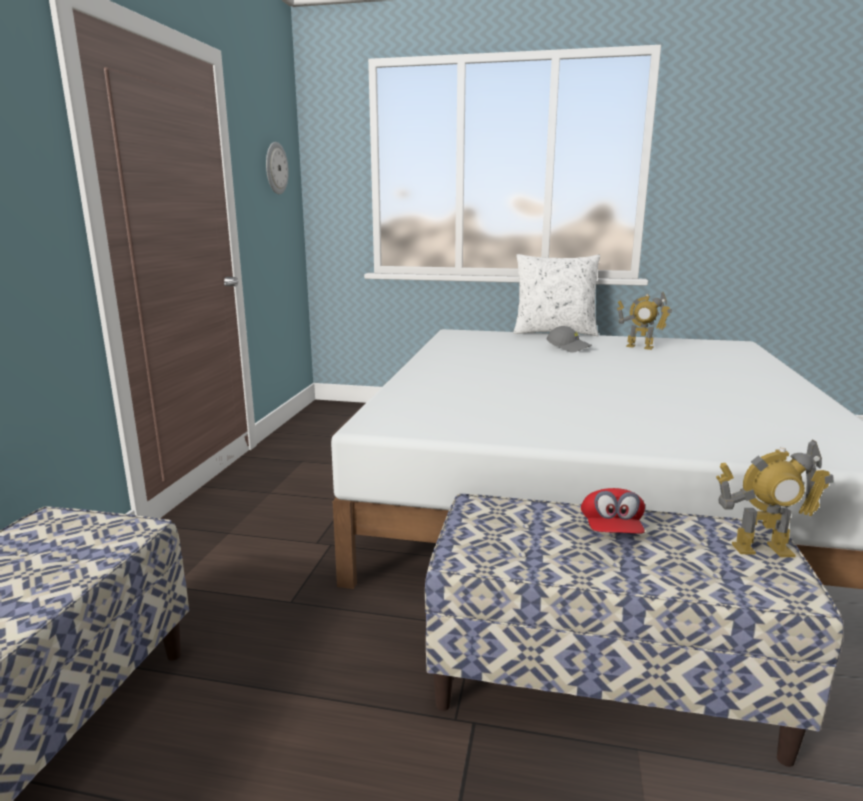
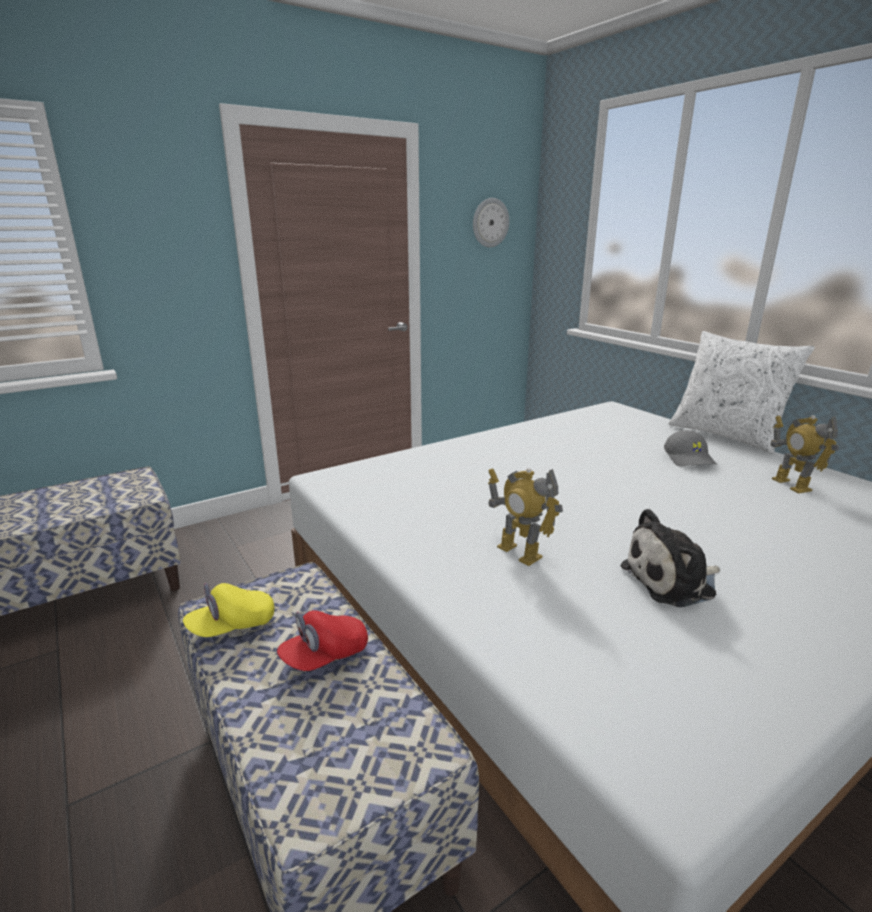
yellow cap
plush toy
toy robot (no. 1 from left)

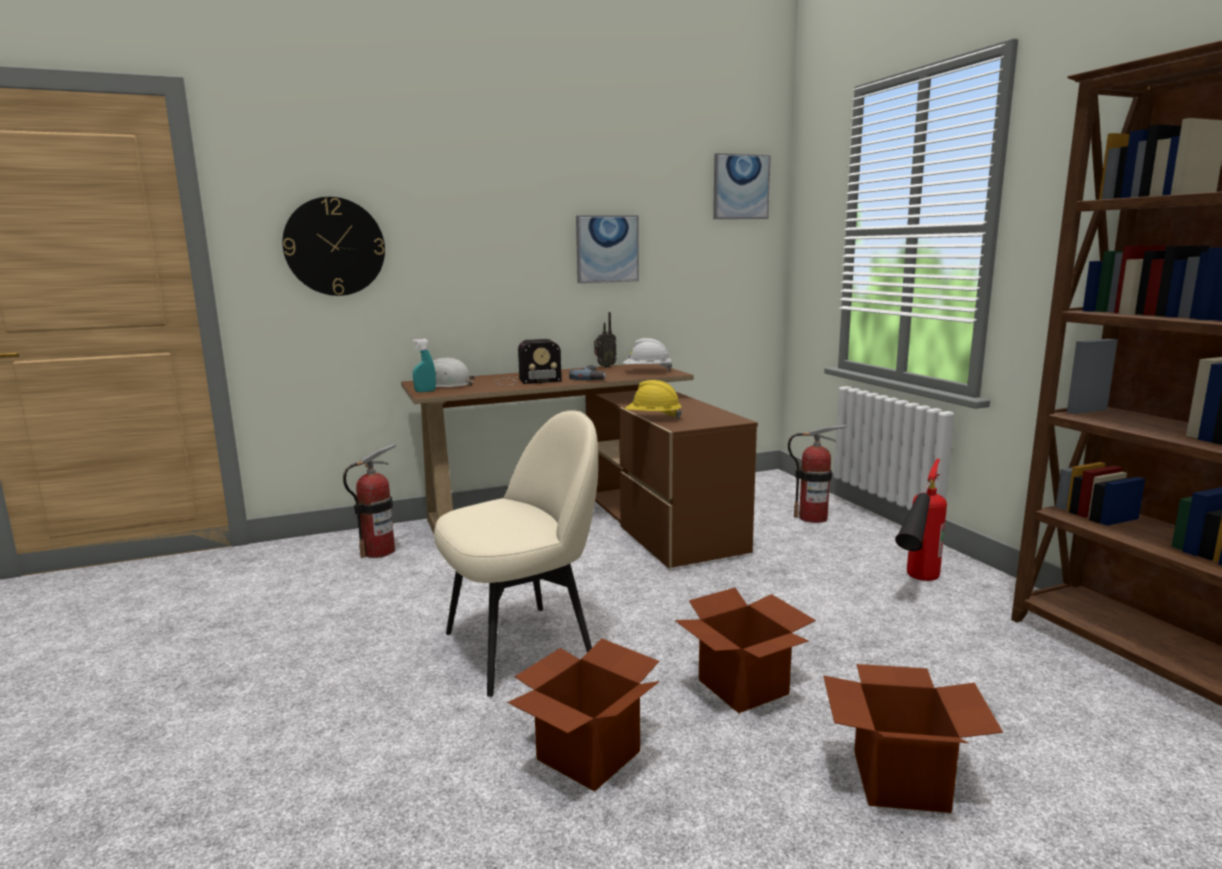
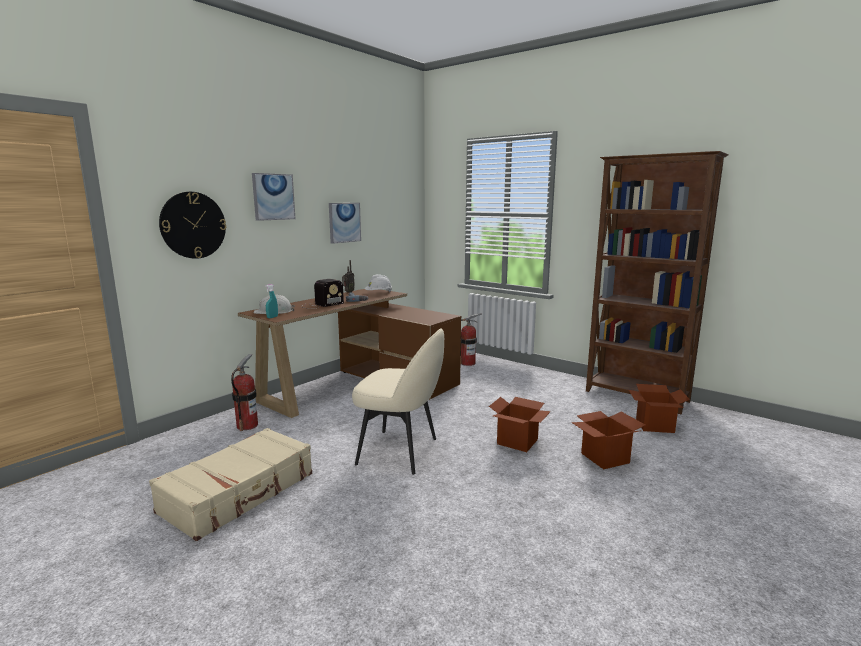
yellow hard hat
fire extinguisher (no. 3 from left in the first image)
beige suitcase
cardboard box (no. 3 from left)
picture (no. 1 from left)
beige chair

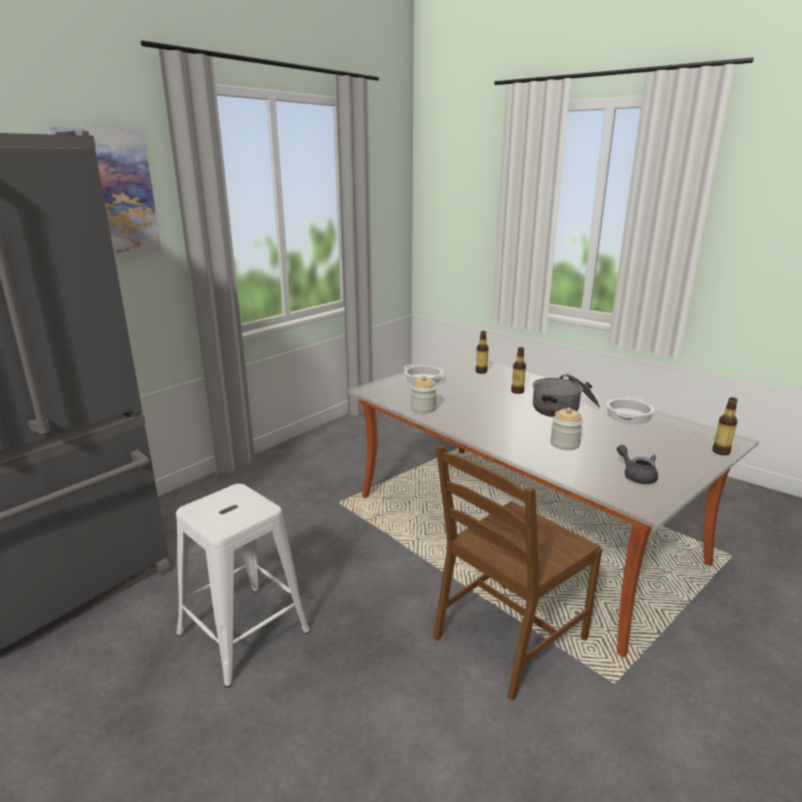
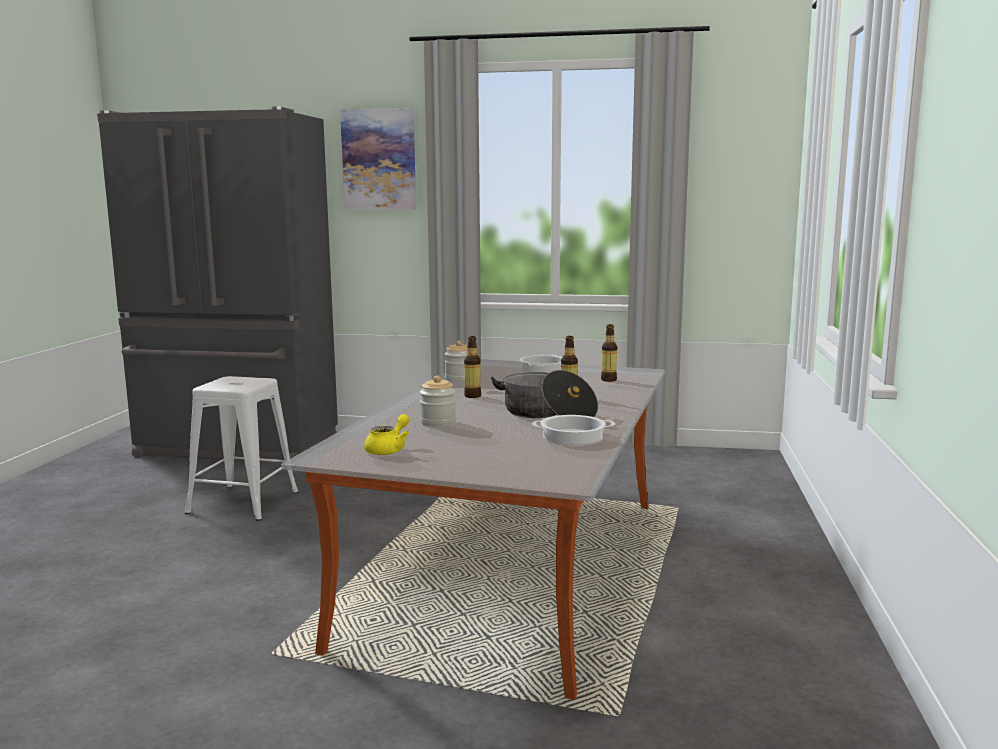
brown chair
bottle (no. 1 from left)
yellow teapot

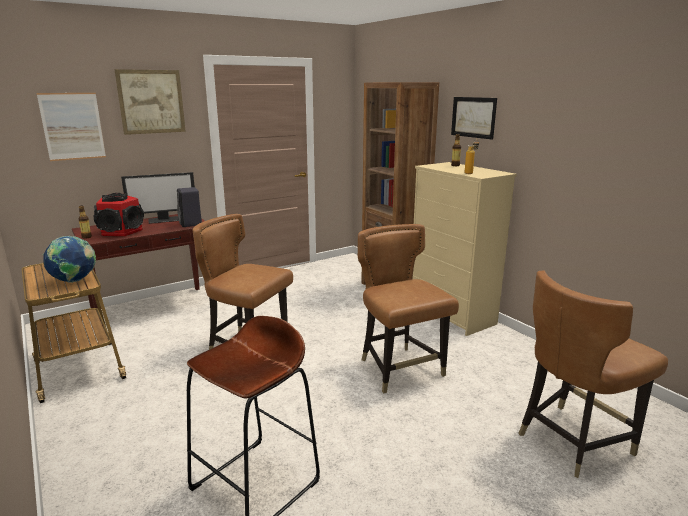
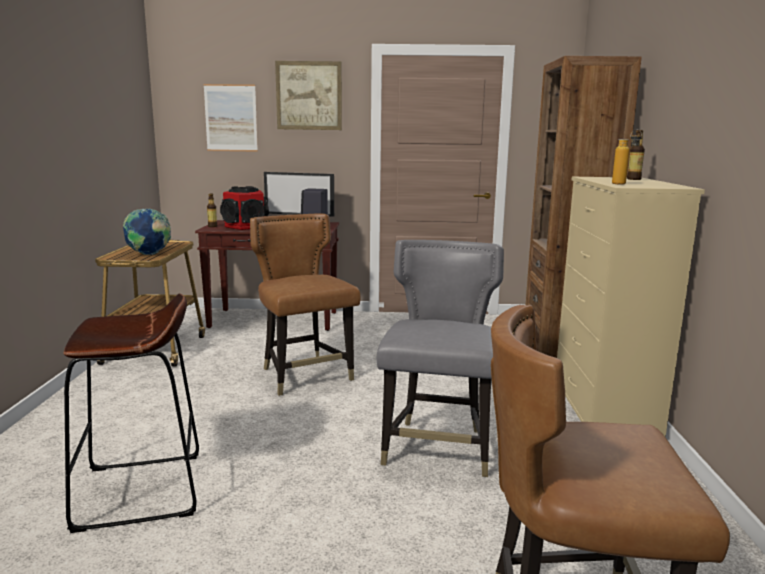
picture (no. 3 from left in the first image)
grey chair

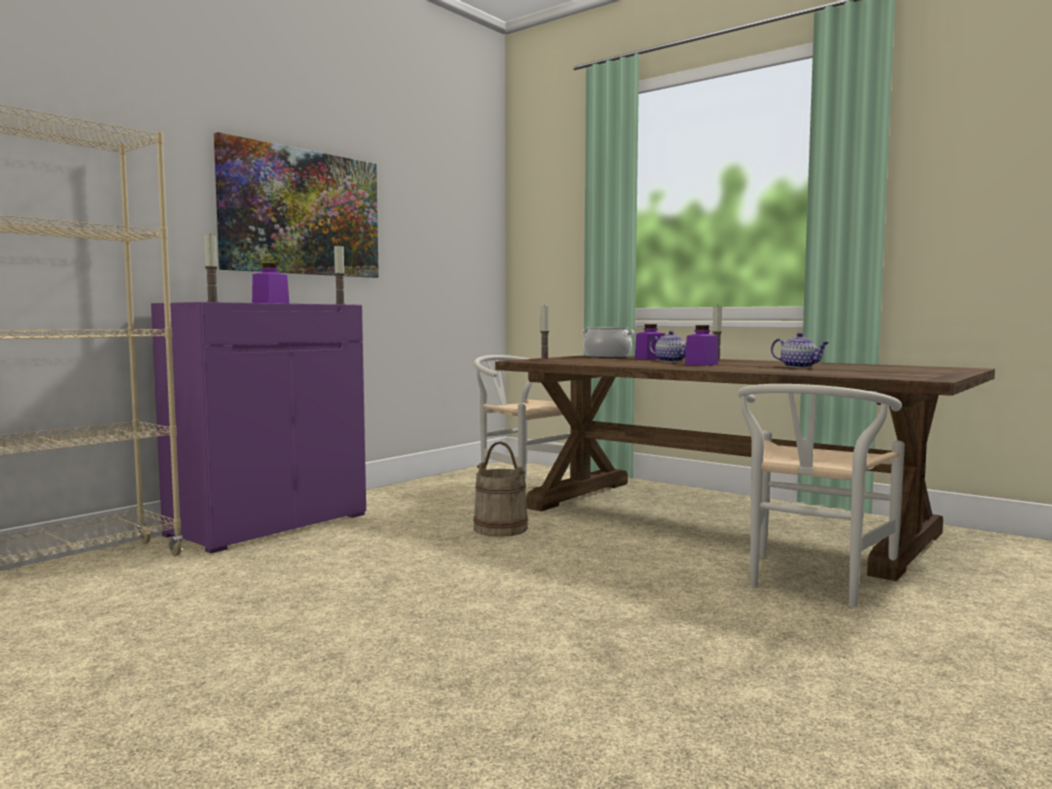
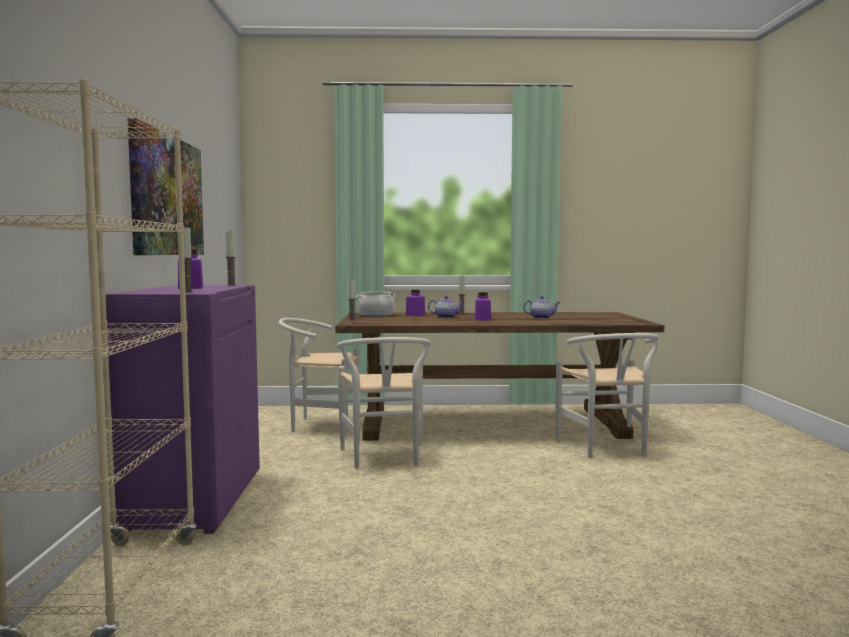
white chair (no. 2 from left)

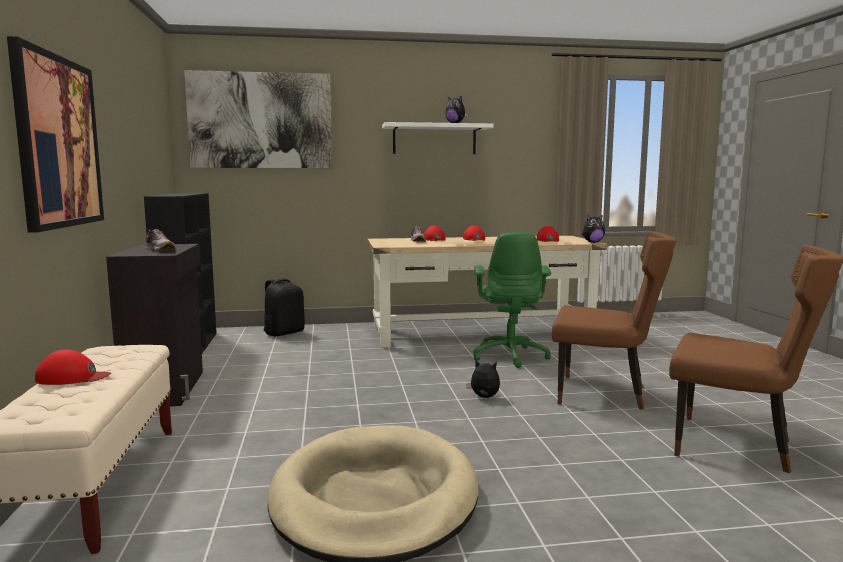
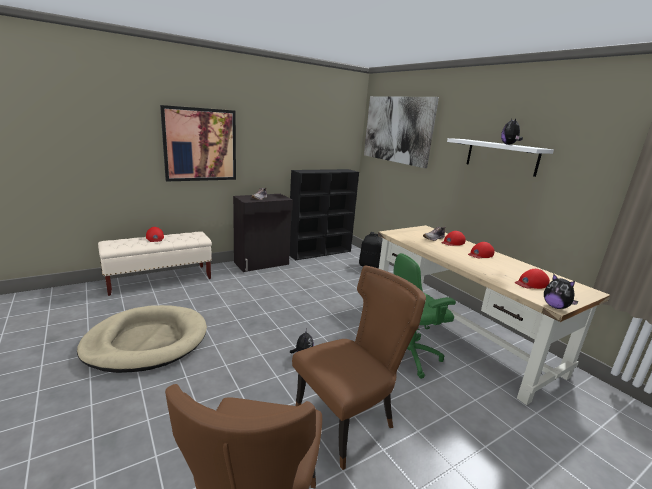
brown chair (no. 2 from left)

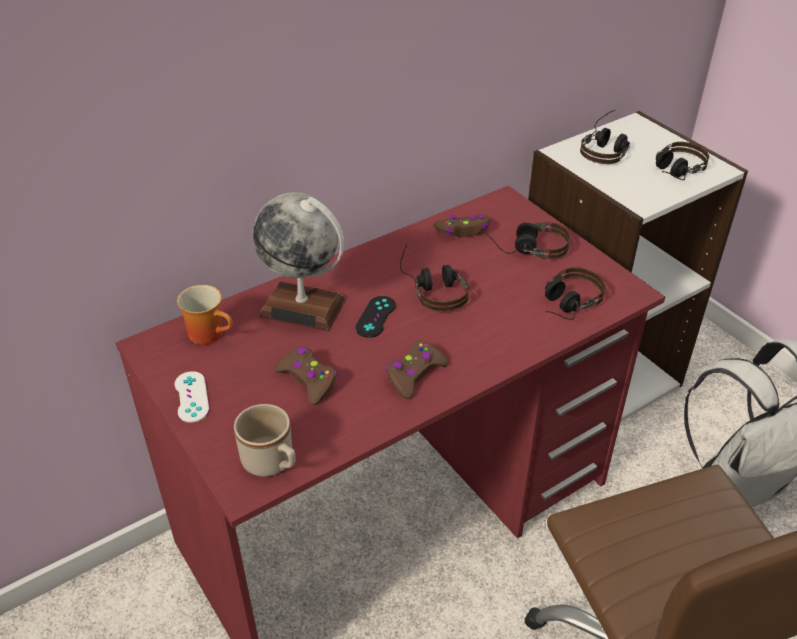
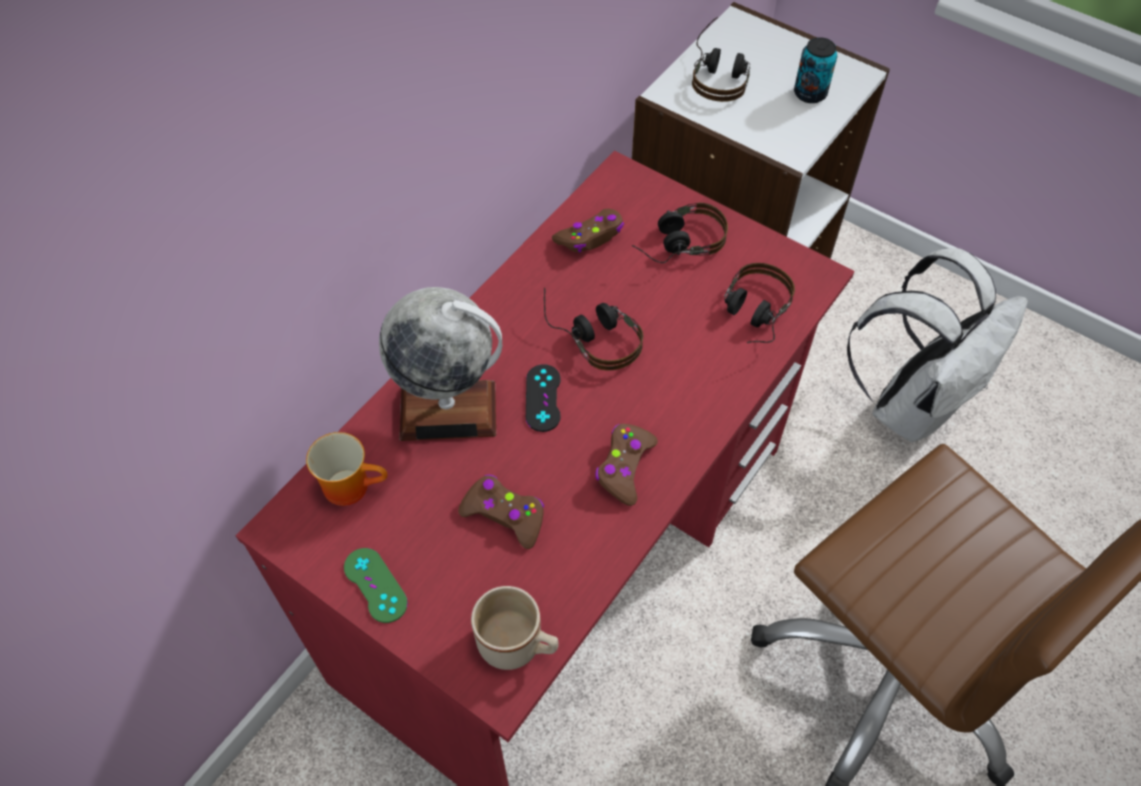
can
green game controller

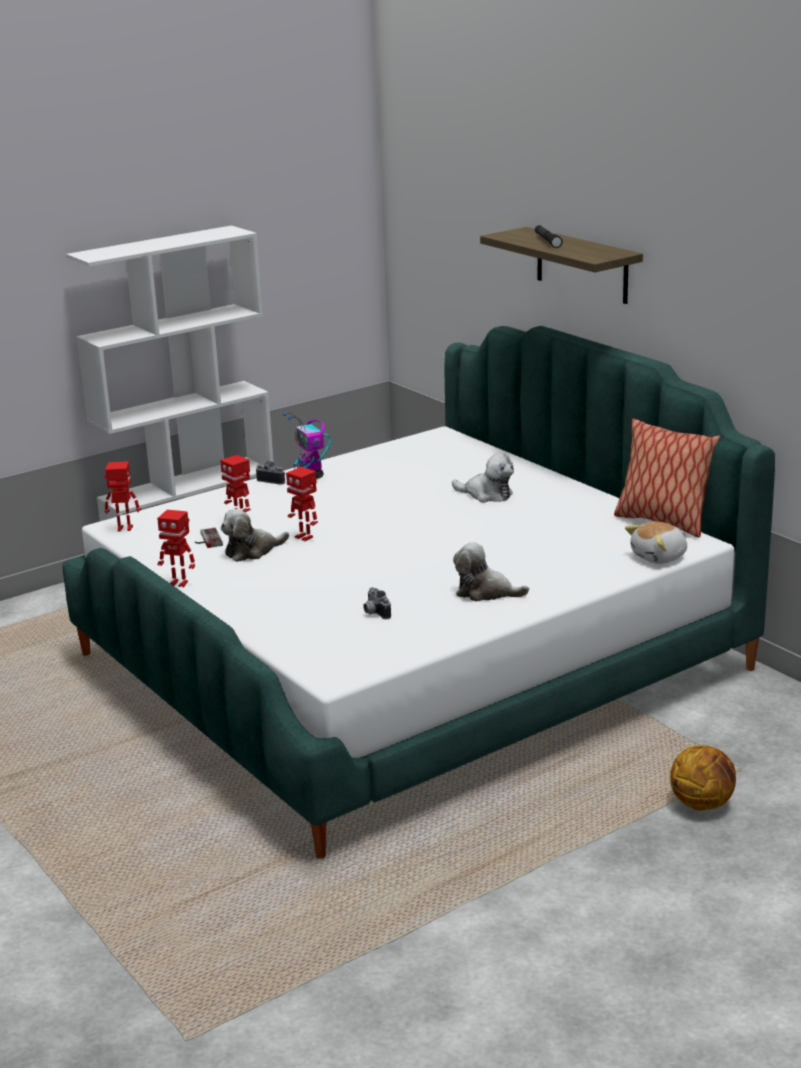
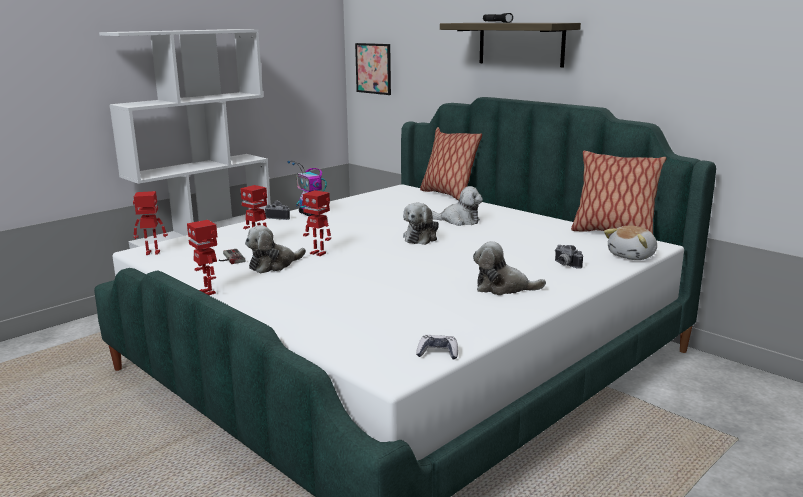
basketball
picture
plush toy (no. 2 from left)
game controller (no. 2 from left)
pillow (no. 1 from left)
photo camera (no. 2 from left)
toy robot (no. 2 from left)

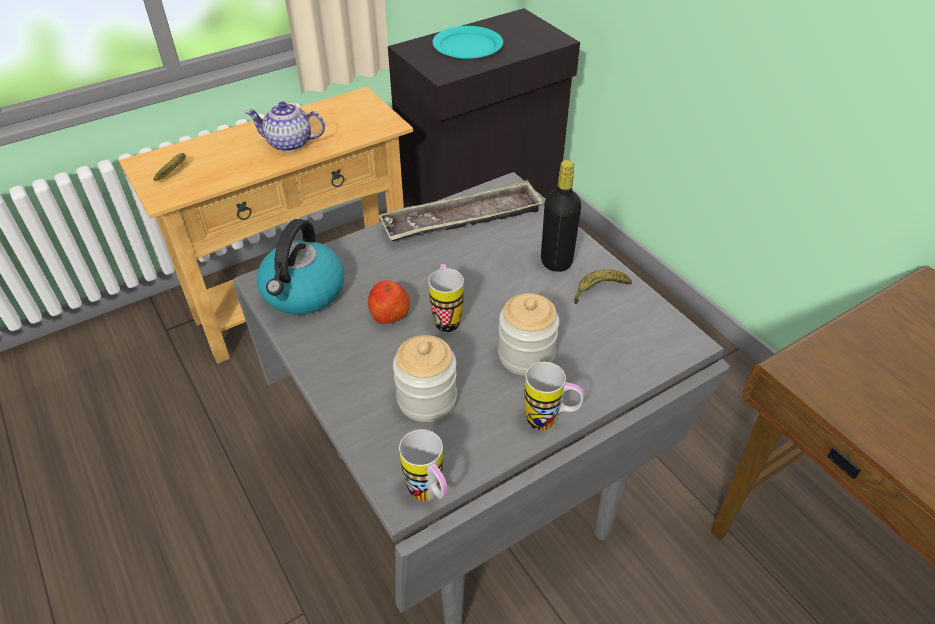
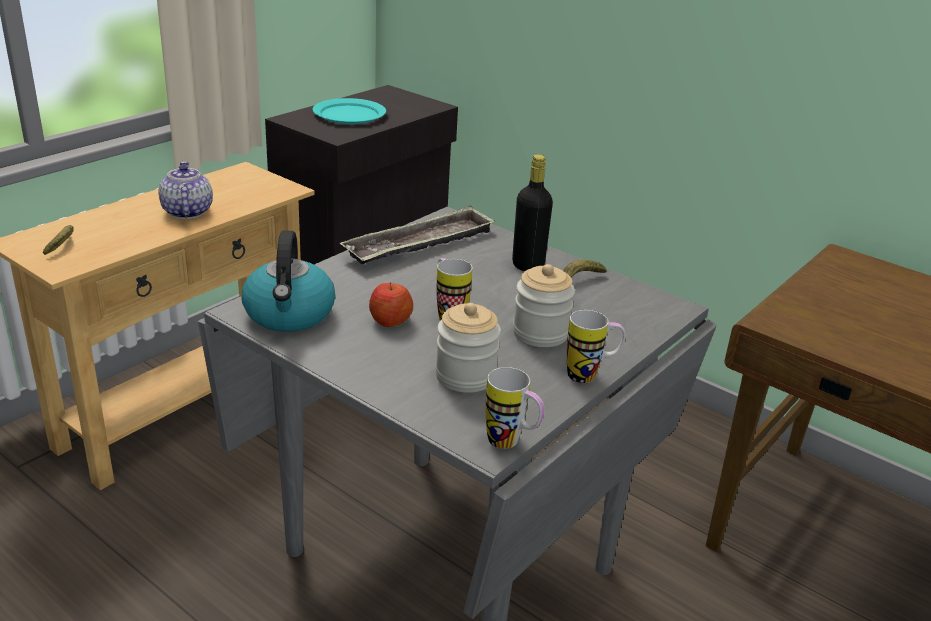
teapot

